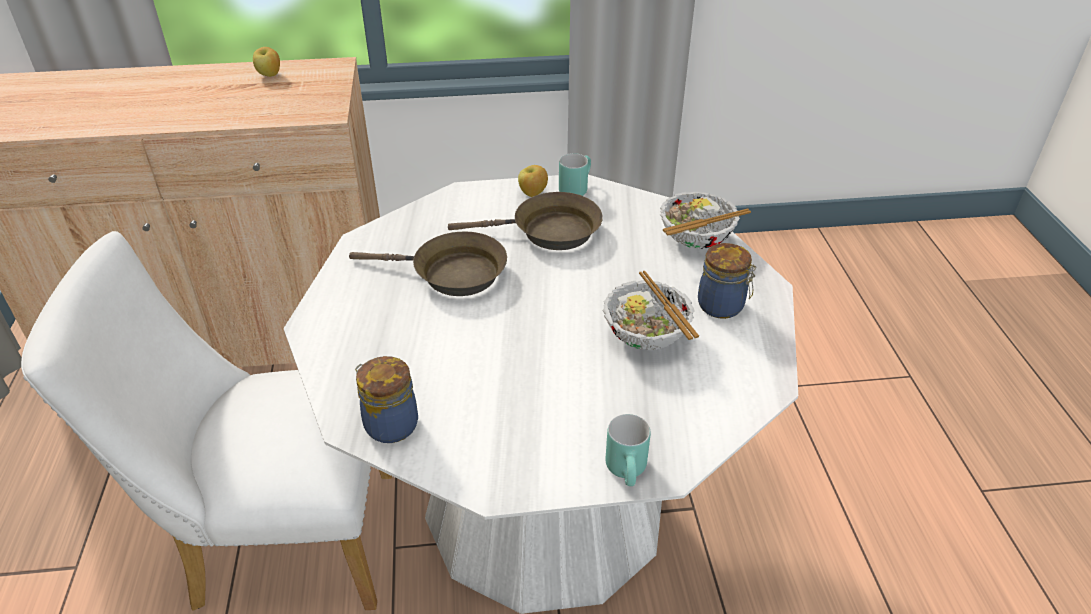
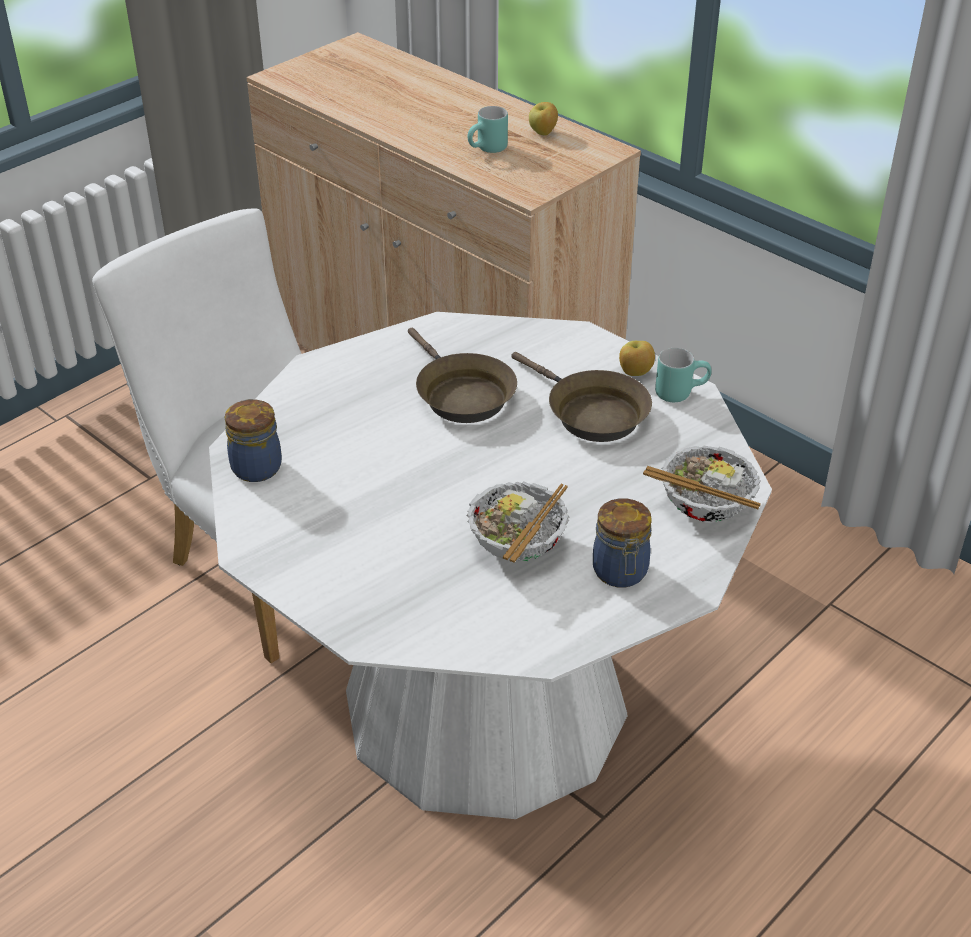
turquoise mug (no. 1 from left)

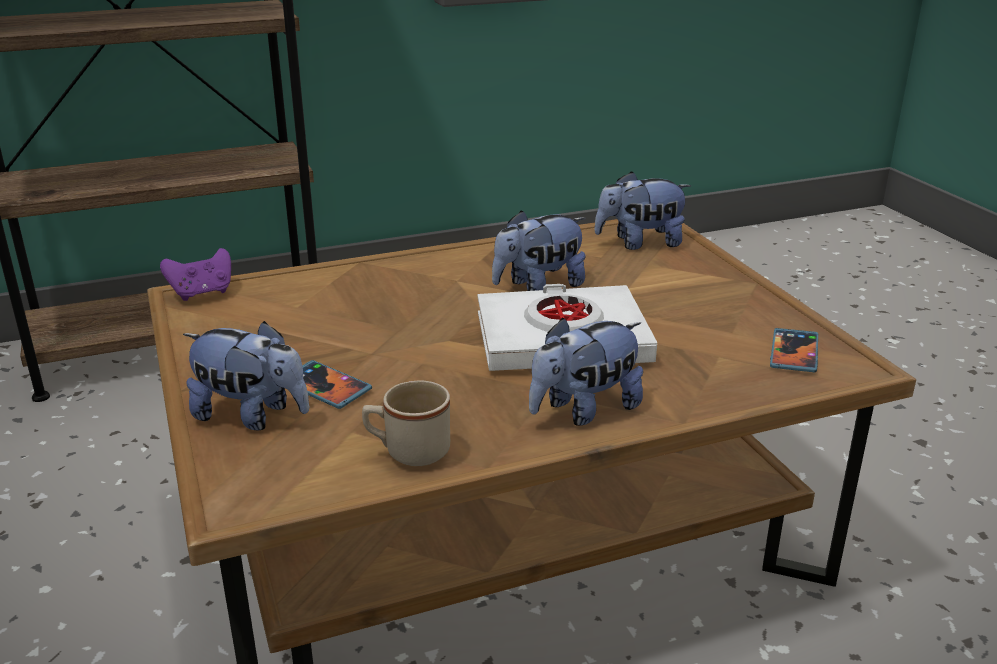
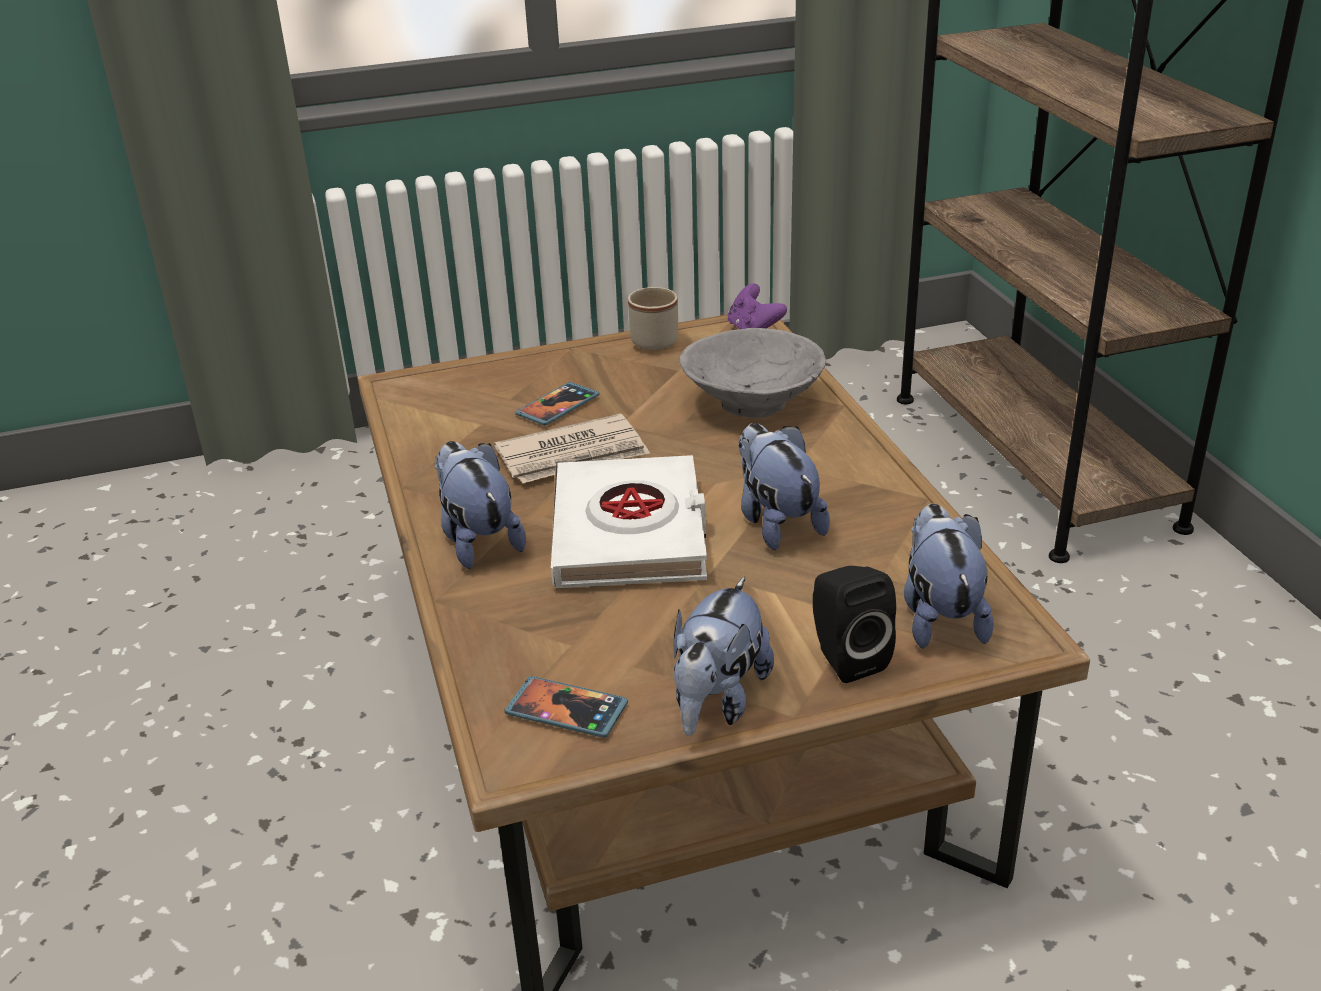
newspaper
grey bowl
black speaker
plush toy (no. 2 from left)
beige mug

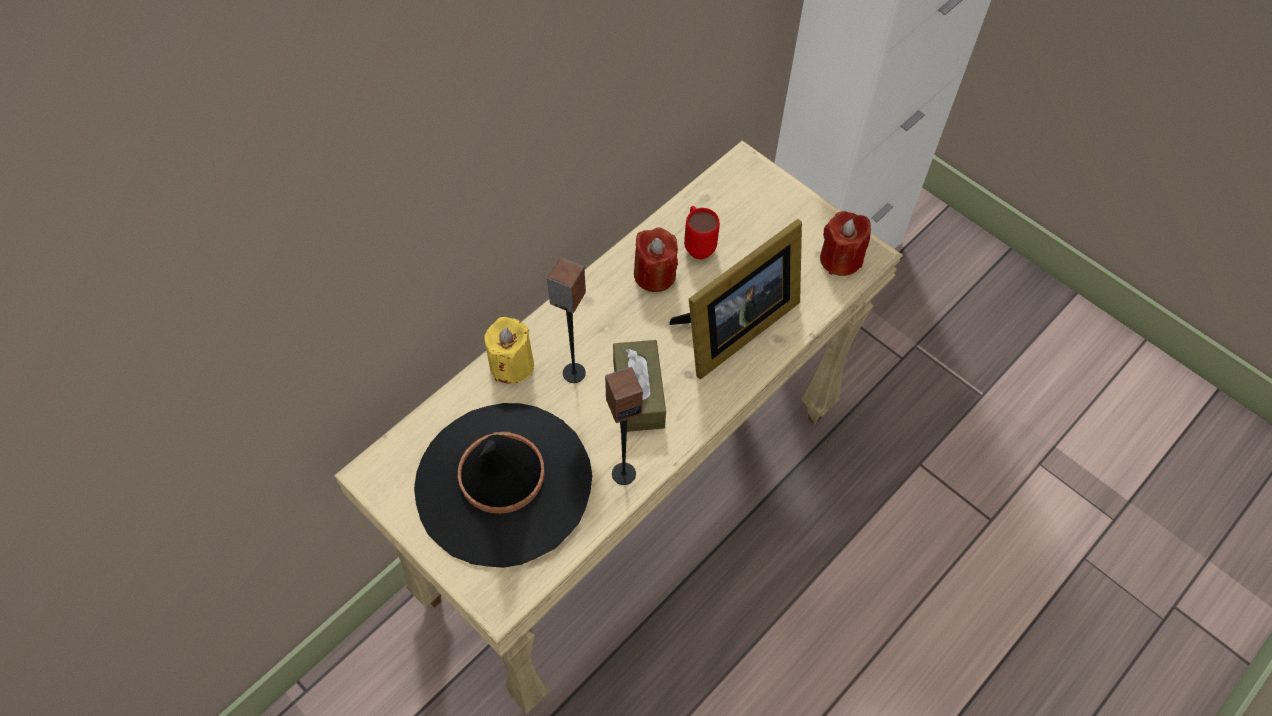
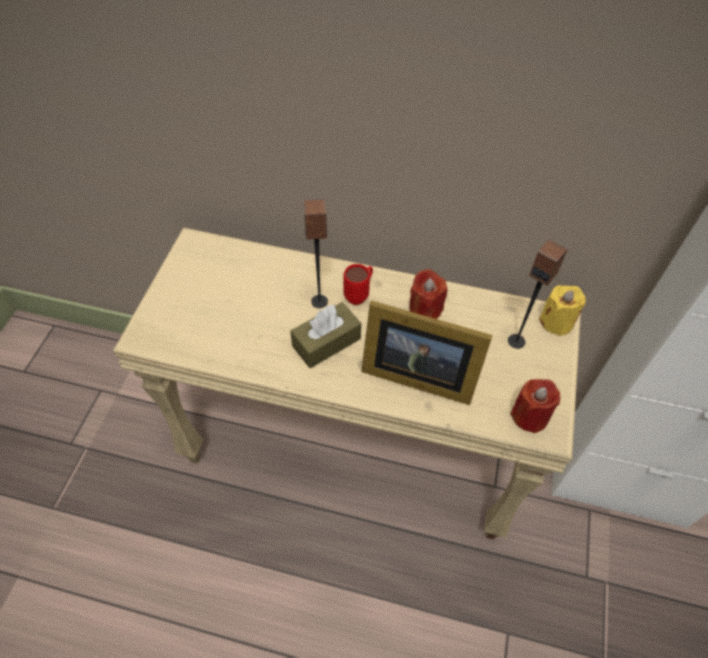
black hat
yellow candle
speaker (no. 2 from left)
red mug

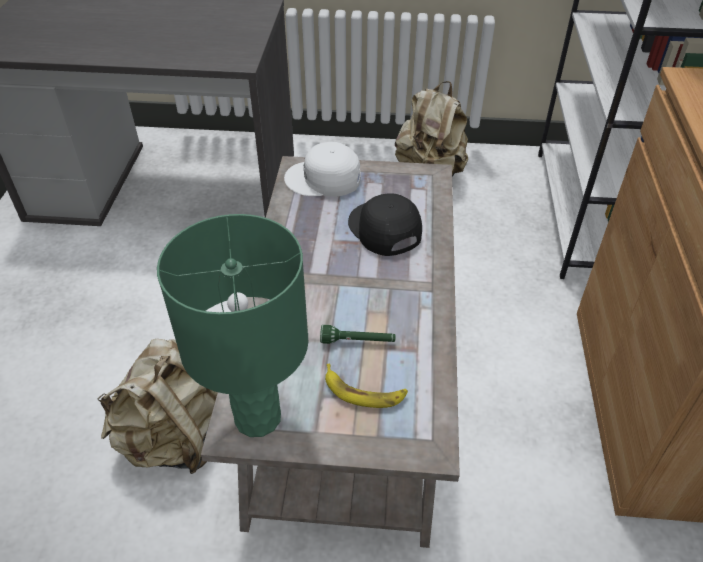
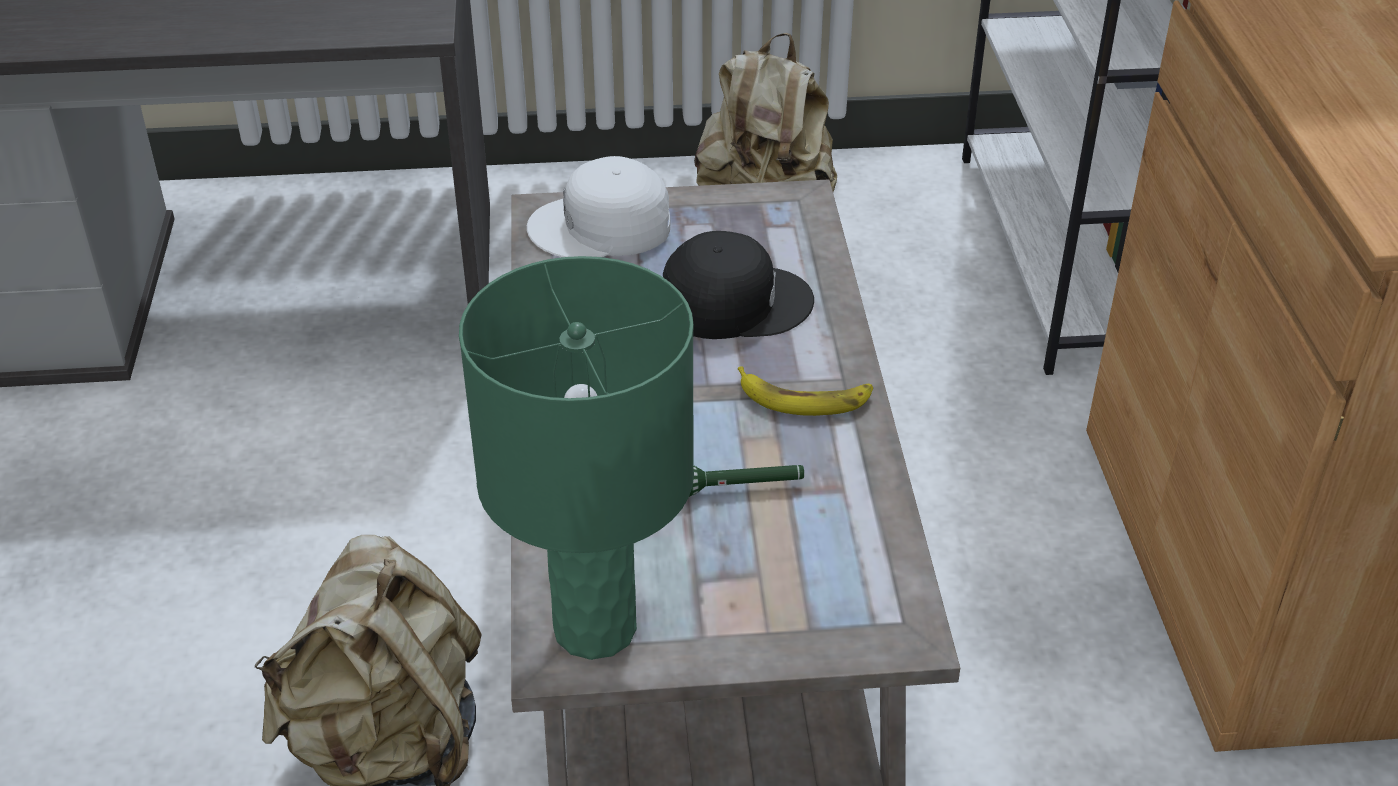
banana
black cap

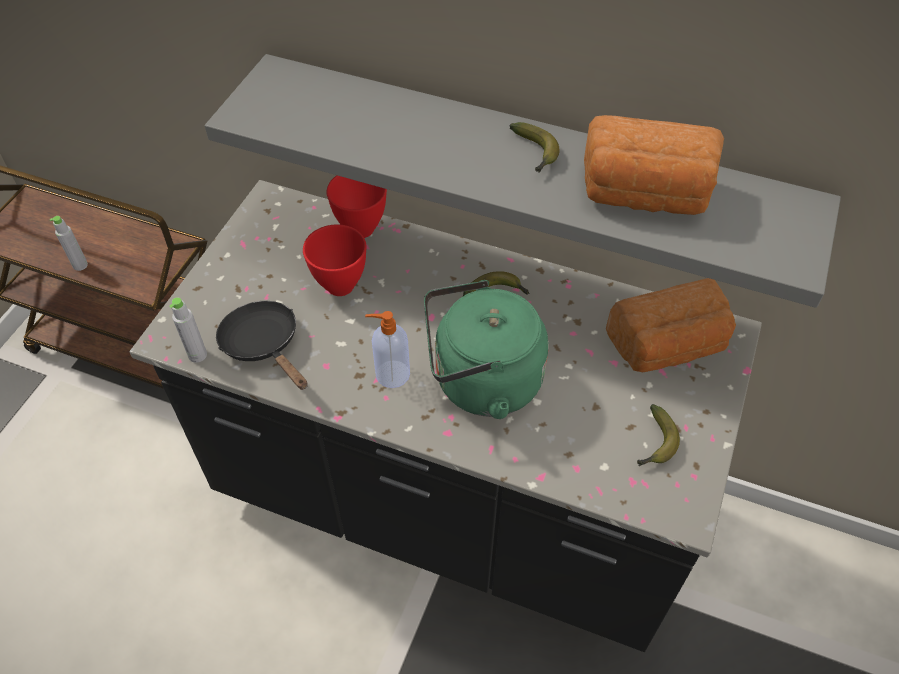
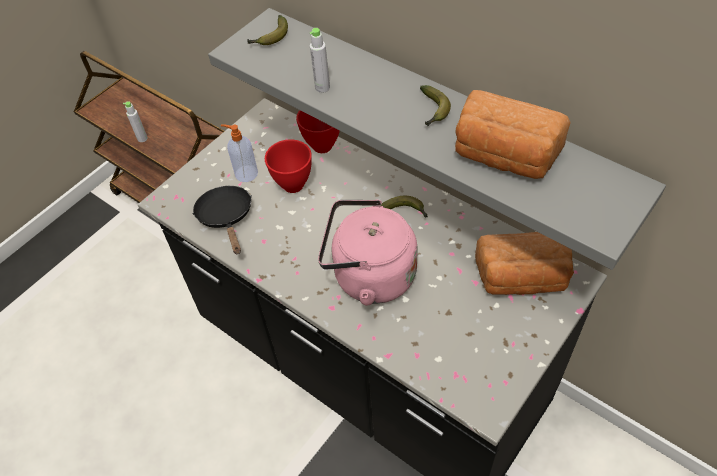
grey bottle (no. 2 from left)
soap dispenser
banana (no. 1 from left)
pink kettle

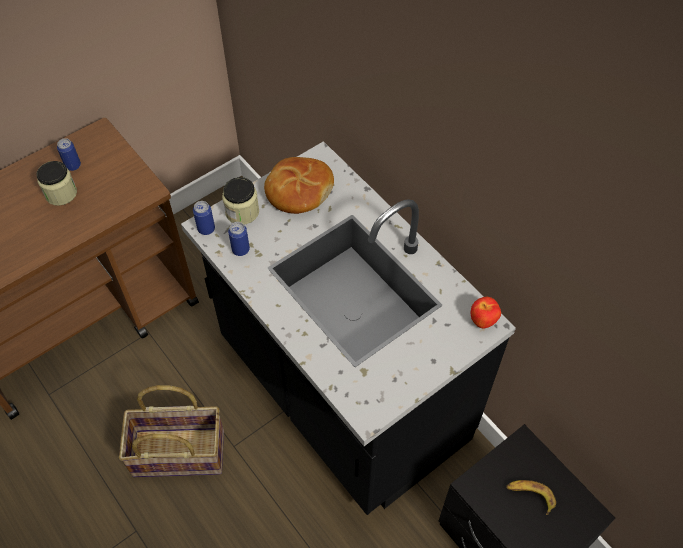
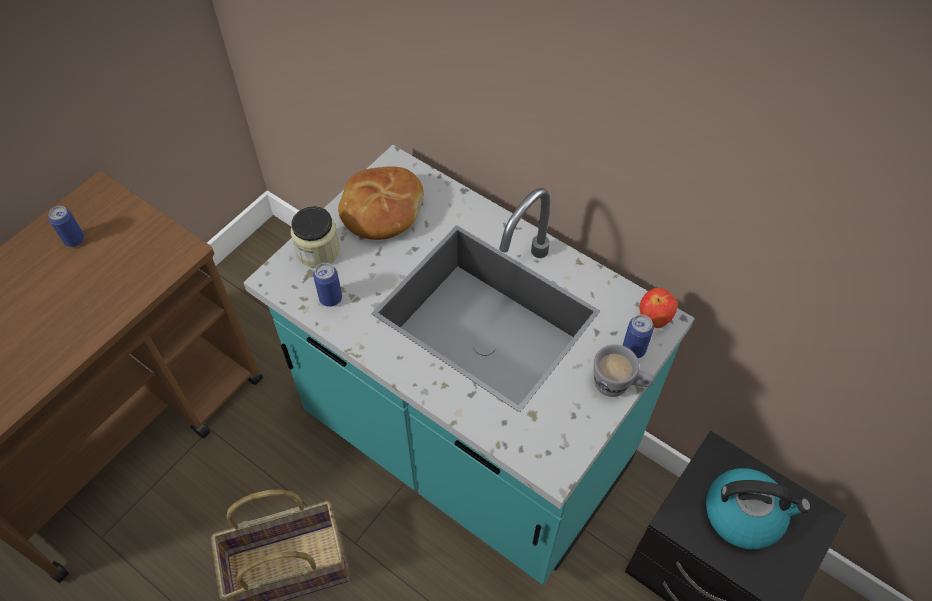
jar (no. 1 from left in the first image)
grey mug
can (no. 3 from left)
kettle
turquoise counter

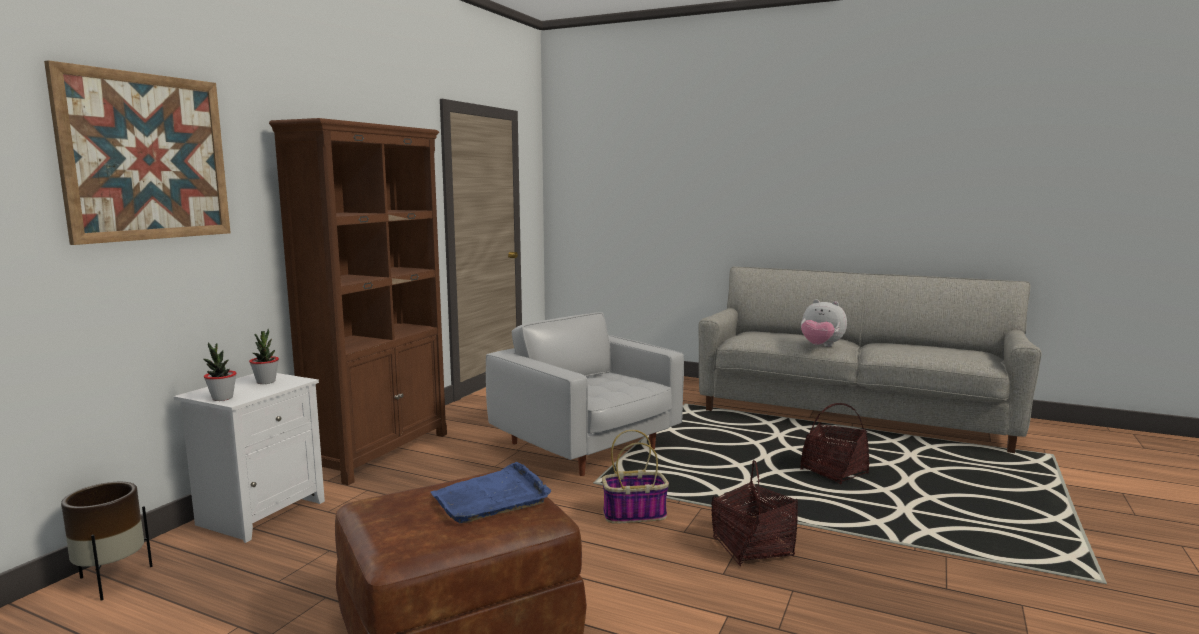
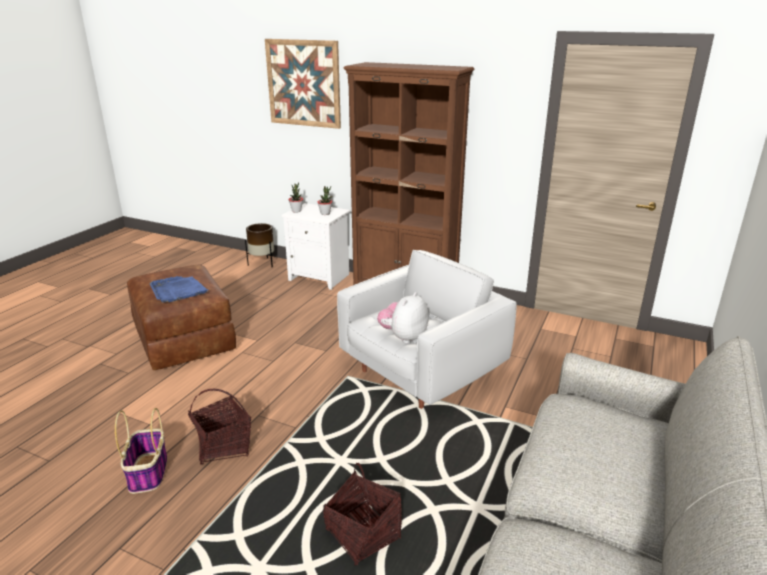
basket (no. 1 from left)
plush toy

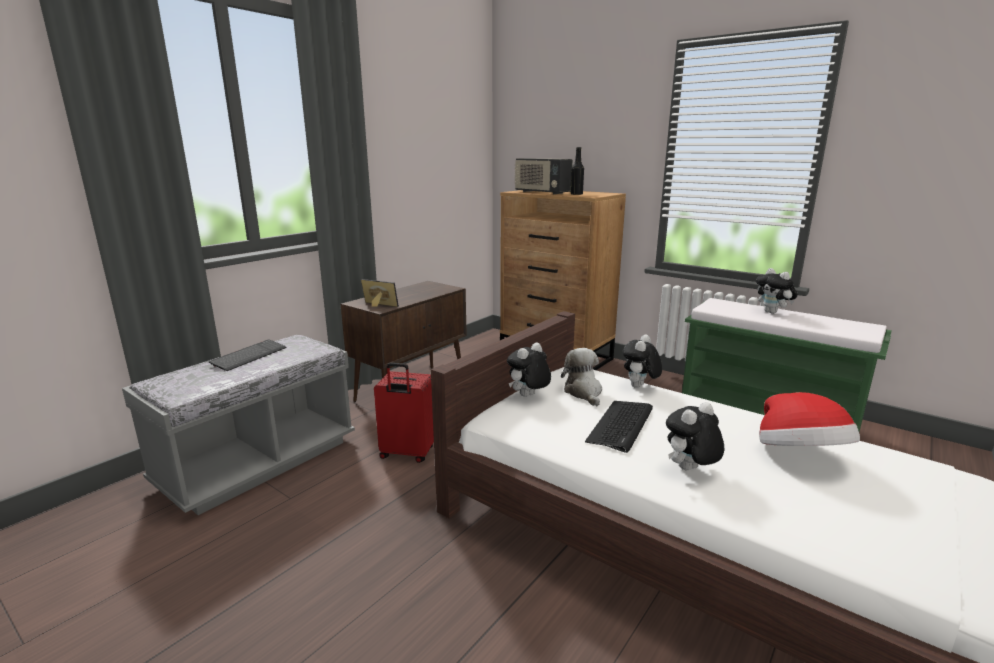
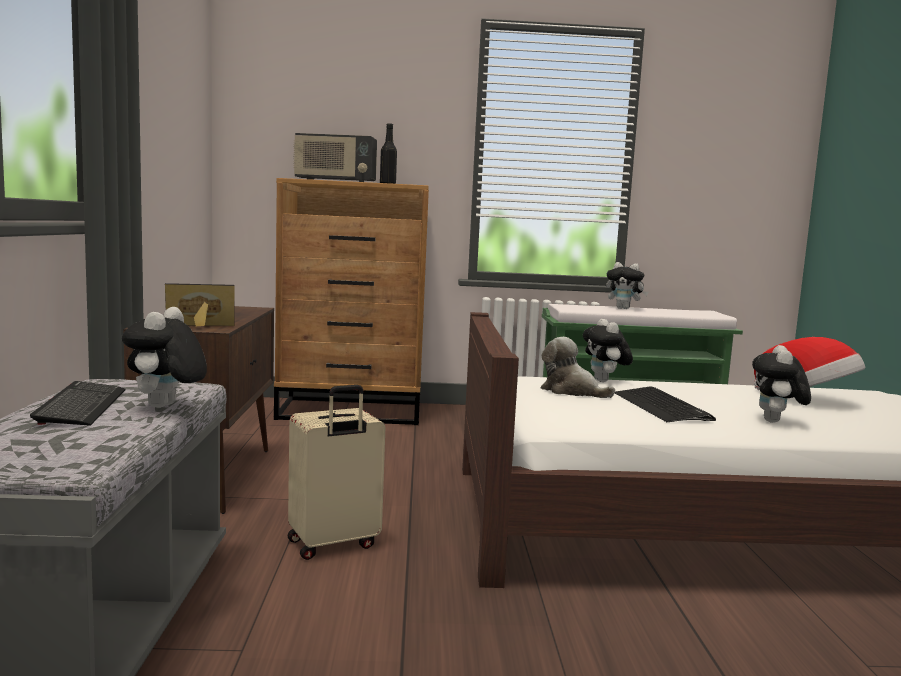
plush toy (no. 1 from left)
beige suitcase

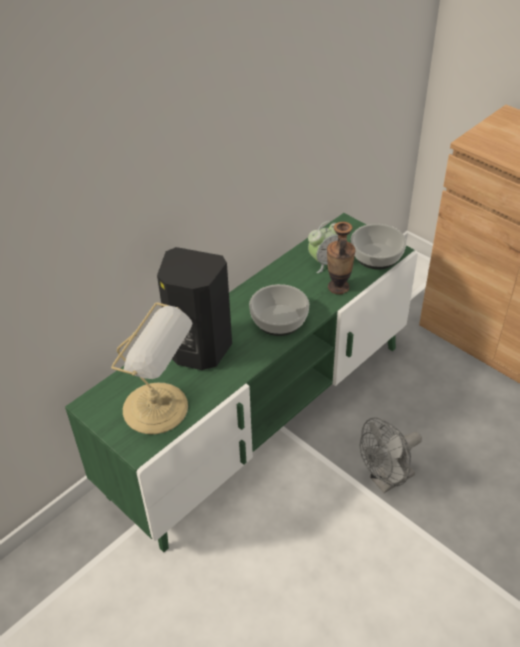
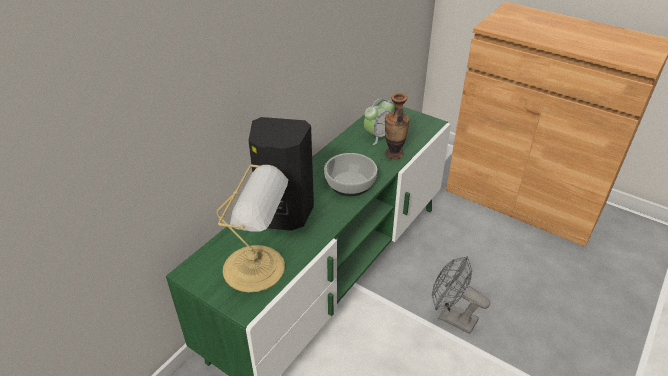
bowl (no. 2 from left in the first image)
grey fan

